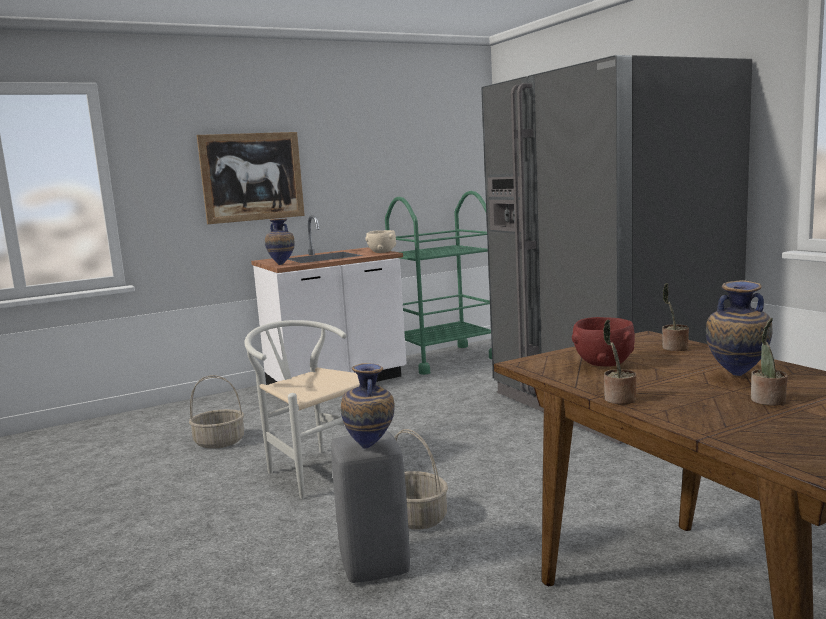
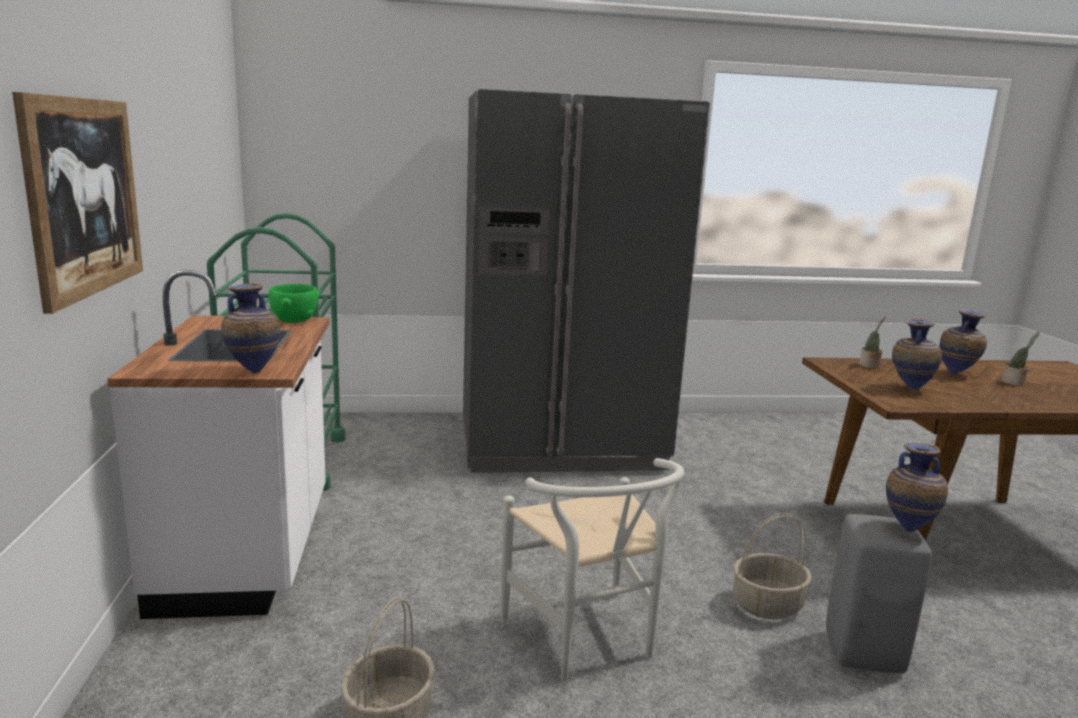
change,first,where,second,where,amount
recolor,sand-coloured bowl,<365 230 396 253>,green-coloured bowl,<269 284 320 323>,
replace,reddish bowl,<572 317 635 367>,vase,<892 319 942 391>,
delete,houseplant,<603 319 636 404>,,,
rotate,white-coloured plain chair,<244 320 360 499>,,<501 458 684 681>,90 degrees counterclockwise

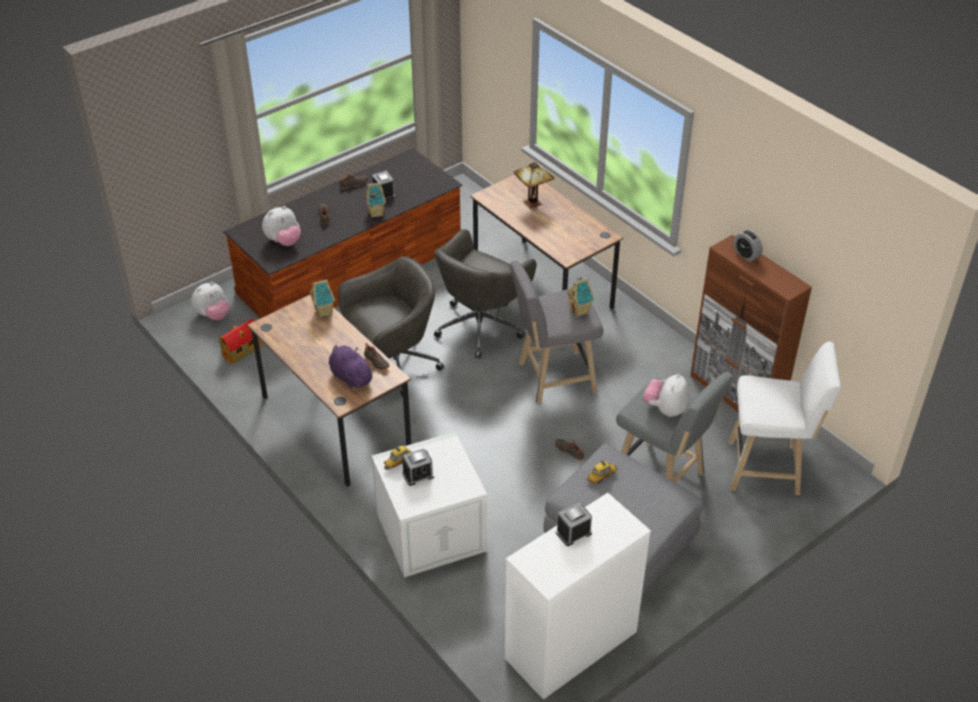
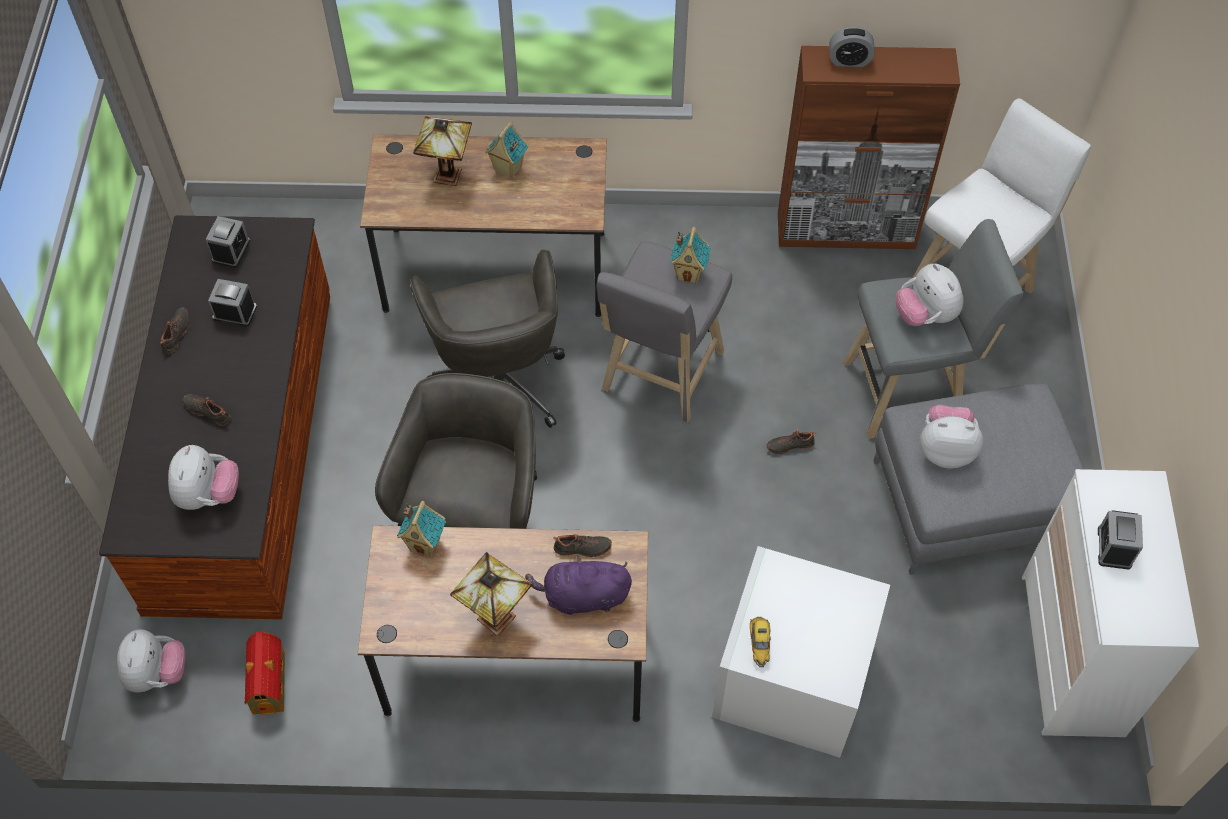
change,first,where,second,where,amount
move,model house,<365 183 386 218>,,<485 121 529 179>,
move,alarm clock,<402 448 434 486>,,<206 216 250 268>,
replace,model car,<587 460 617 485>,cuddly toy,<920 405 983 469>,
insert,,,tabletop lamp,<450 552 532 636>,

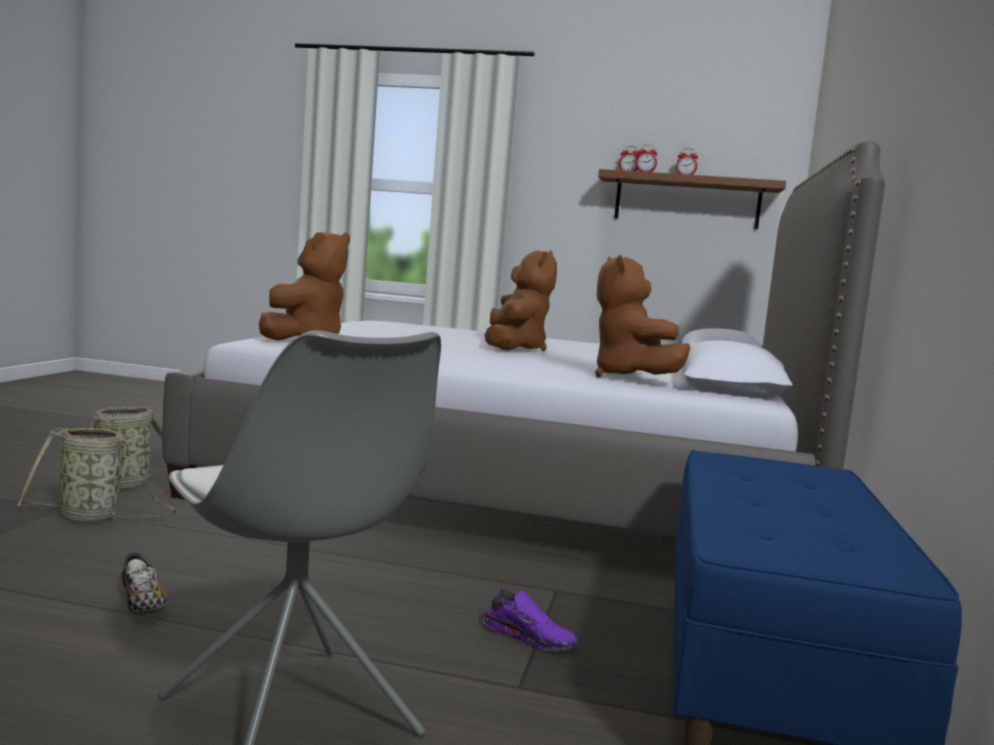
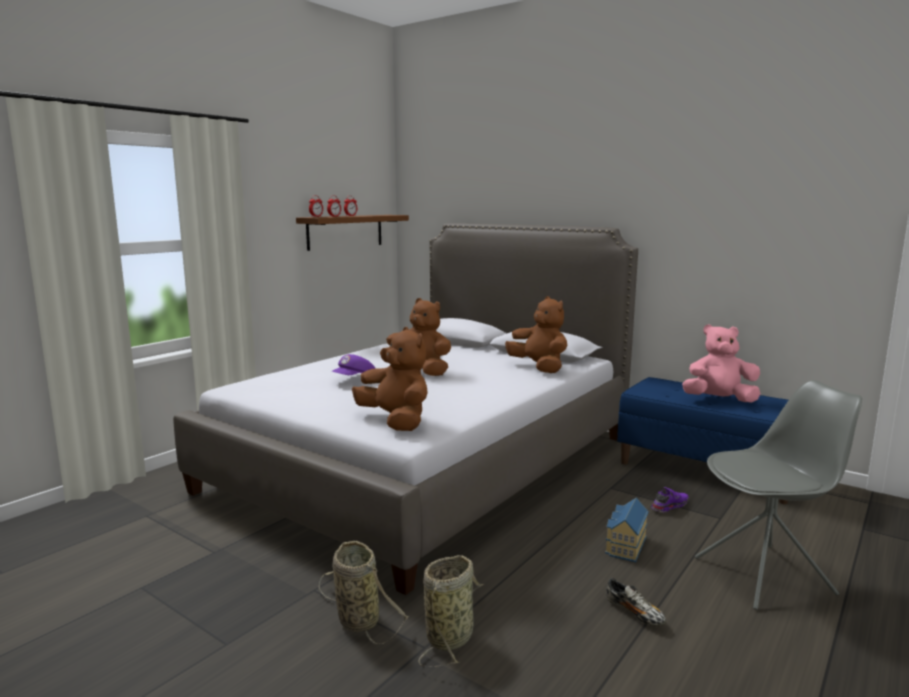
change,first,where,second,where,amount
rotate,brown-coloured cuddly toy,<595 254 690 377>,,<505 296 567 373>,135 degrees counterclockwise
rotate,low shoe,<122 552 167 615>,,<606 578 666 626>,60 degrees clockwise
insert,,,pinkish cuddly toy,<682 324 761 403>,
insert,,,purple baseball cap,<332 354 376 375>,
insert,,,model house,<605 498 649 562>,

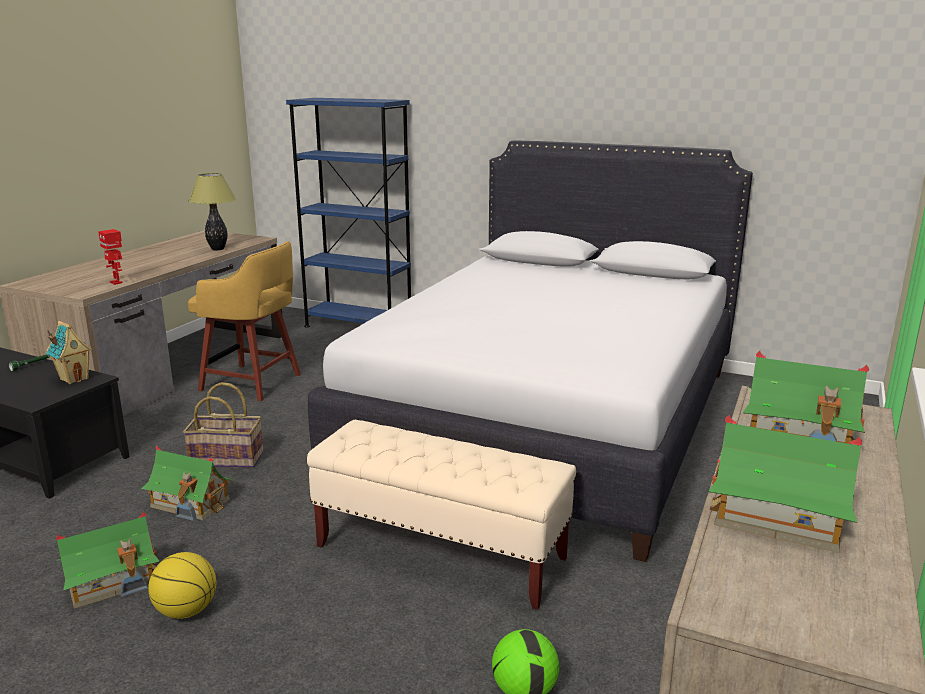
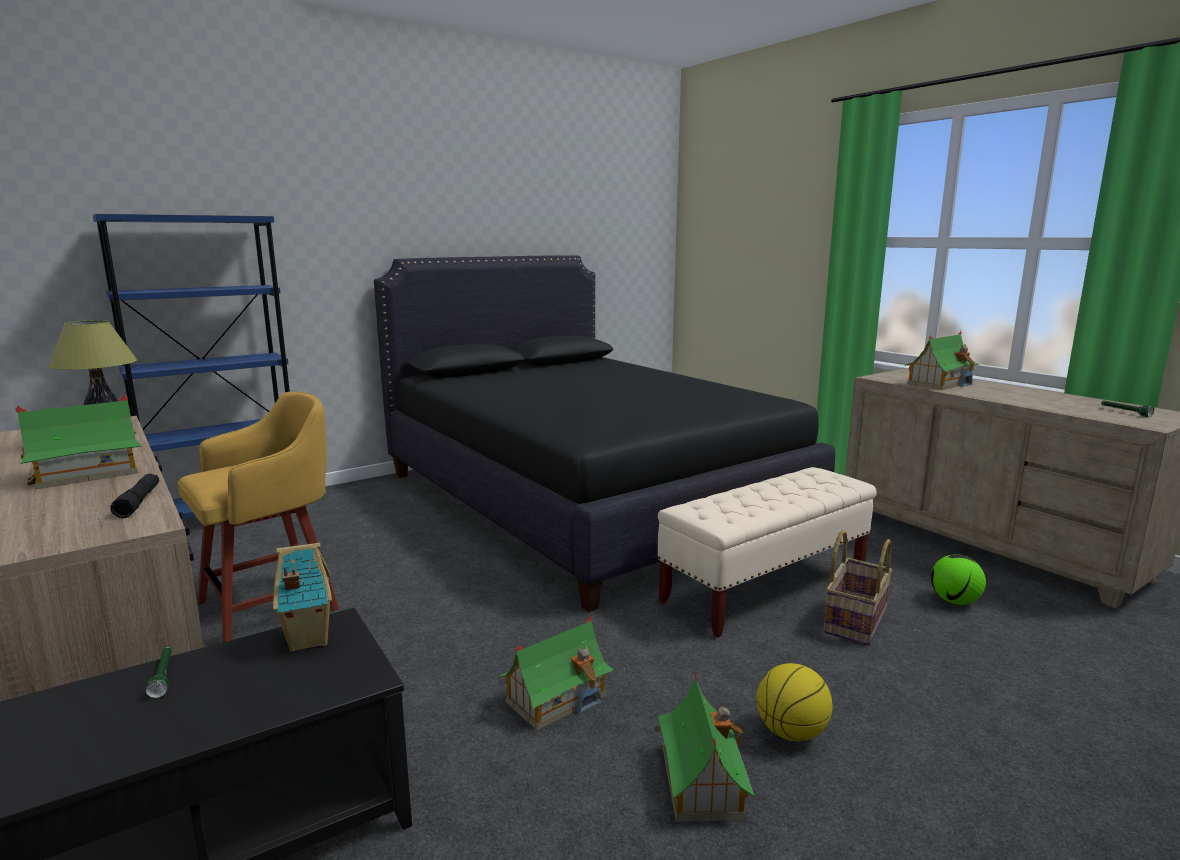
change,first,where,second,where,amount
recolor,white-coloured bedroom bed,<308 140 753 562>,blackish bedroom bed,<374 256 835 612>,
replace,robot figure,<98 229 123 285>,blackish torch,<110 474 159 518>,
move,storage basket,<183 382 263 468>,,<824 530 893 646>,
move,model house,<708 415 862 553>,,<15 395 142 490>,
insert,,,green-coloured torch,<1101 401 1154 417>,

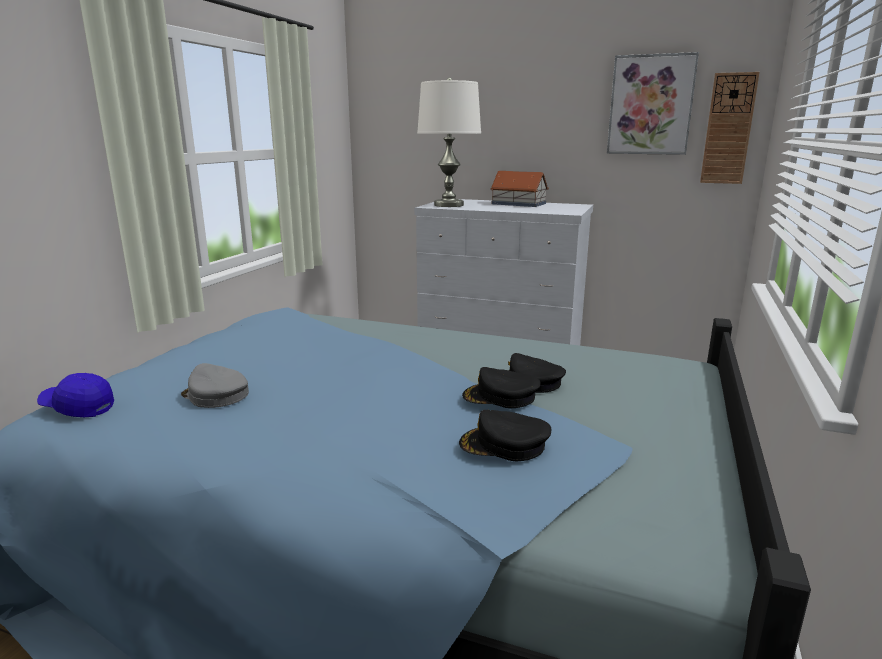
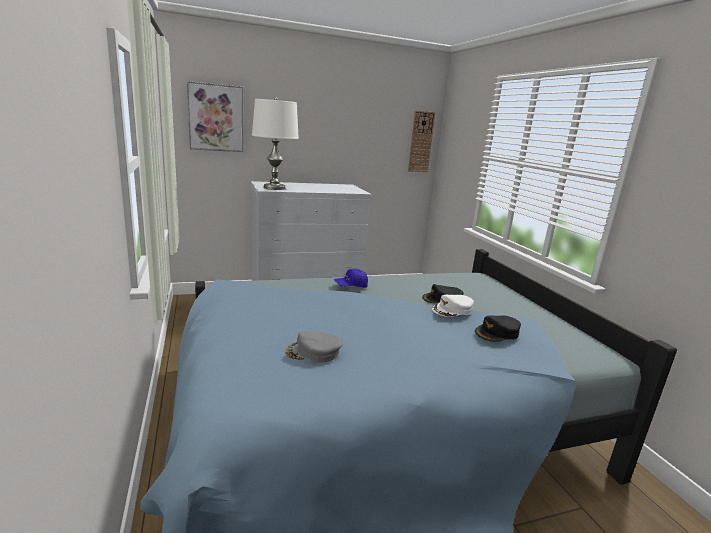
change,first,where,second,where,amount
move,wall picture,<607 52 699 155>,,<187 81 243 152>,
delete,model house,<490 171 549 207>,,,
recolor,blackish baseball cap,<462 367 540 408>,white-coloured baseball cap,<432 295 474 317>,
move,blue-coloured baseball cap,<37 373 114 417>,,<334 269 368 288>,

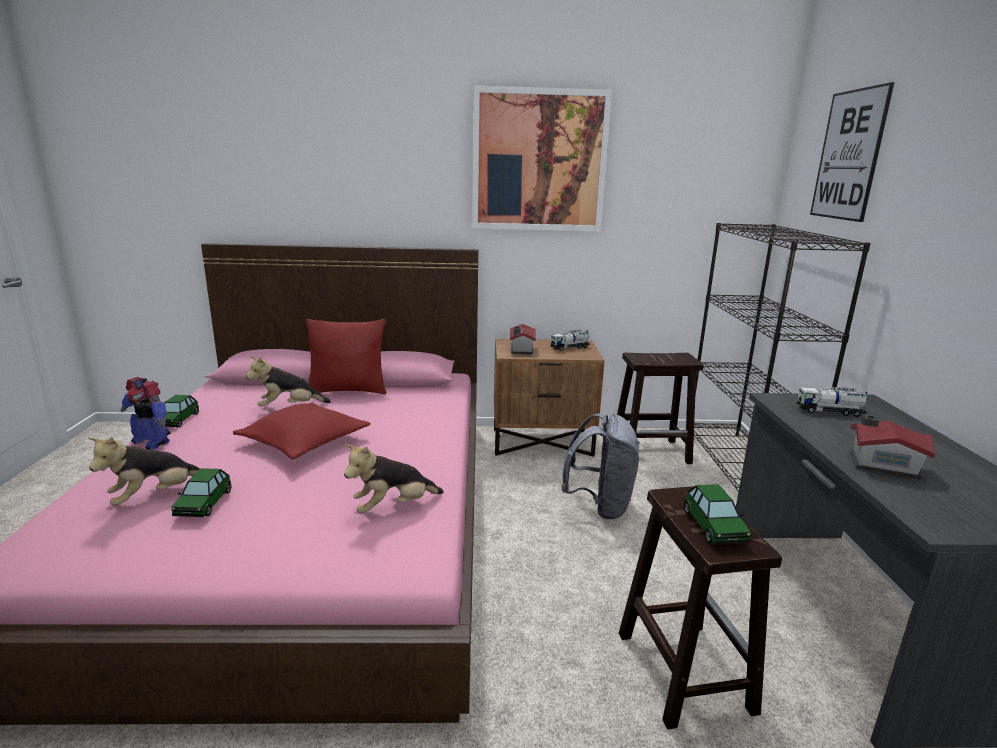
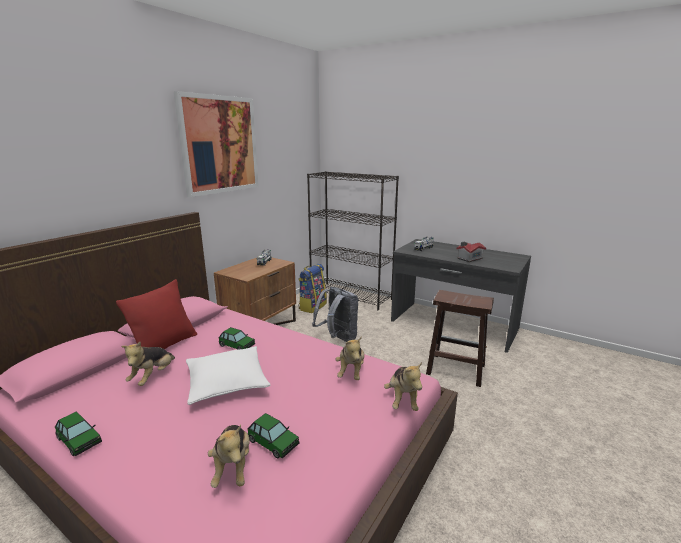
change,first,where,second,where,amount
delete,wall picture,<810 82 894 222>,,,
delete,model house,<510 324 536 354>,,,
replace,brown-coloured stool,<617 353 703 464>,knapsack,<298 264 327 313>,
delete,robot figure,<121 377 170 450>,,,
recolor,reddish cushion,<233 402 371 459>,white-coloured cushion,<186 346 270 405>,
move,model car,<684 484 751 545>,,<219 327 255 350>,
insert,,,cuddly toy,<384 362 422 411>,

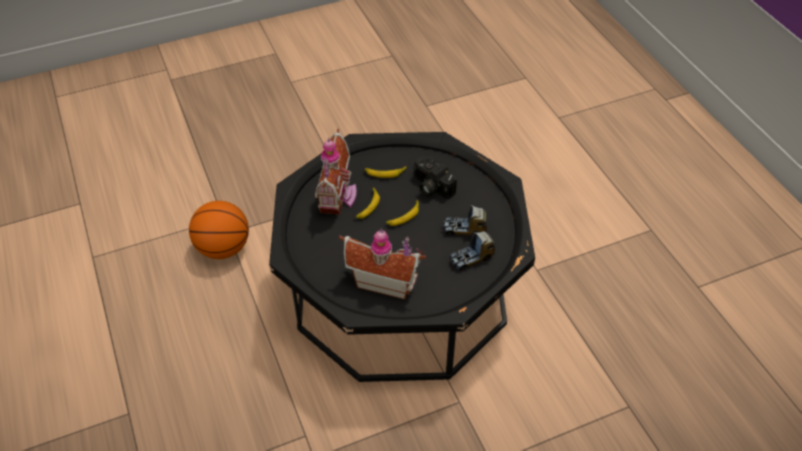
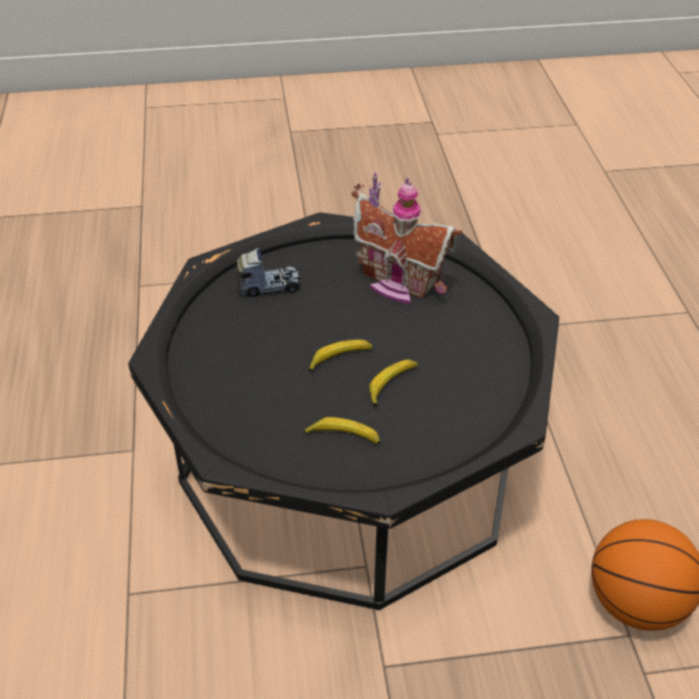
change,first,where,second,where,amount
delete,model house,<315 129 357 214>,,,
delete,photo camera,<413 156 457 199>,,,
delete,model truck,<443 205 487 235>,,,

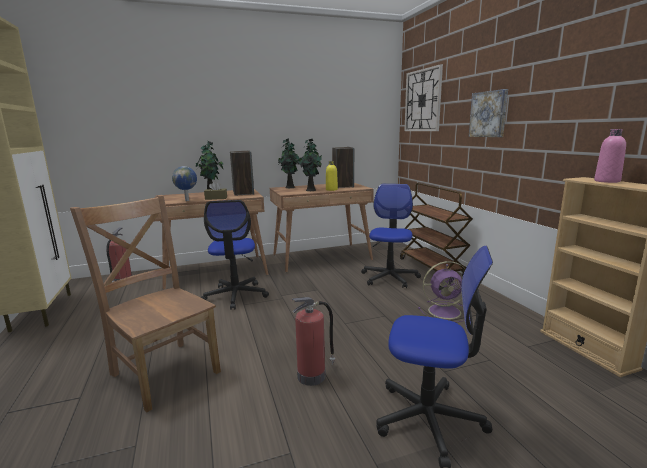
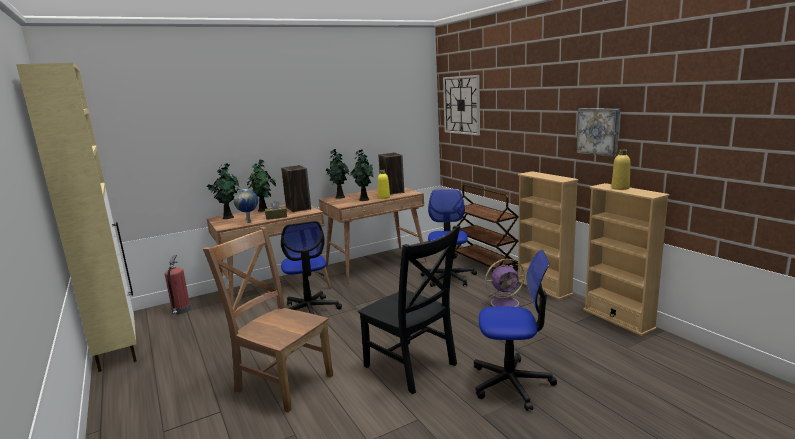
change,first,where,second,where,amount
move,wall picture,<469 89 508 137>,,<576 108 620 157>,
recolor,pinkish drink bottle,<594 129 626 183>,yellowish drink bottle,<611 149 631 190>,
replace,fire extinguisher,<292 297 335 386>,blackish plain chair,<358 226 461 394>,
insert,,,houseplant,<207 163 240 219>,
insert,,,sand-coloured bookshelf,<518 171 579 300>,

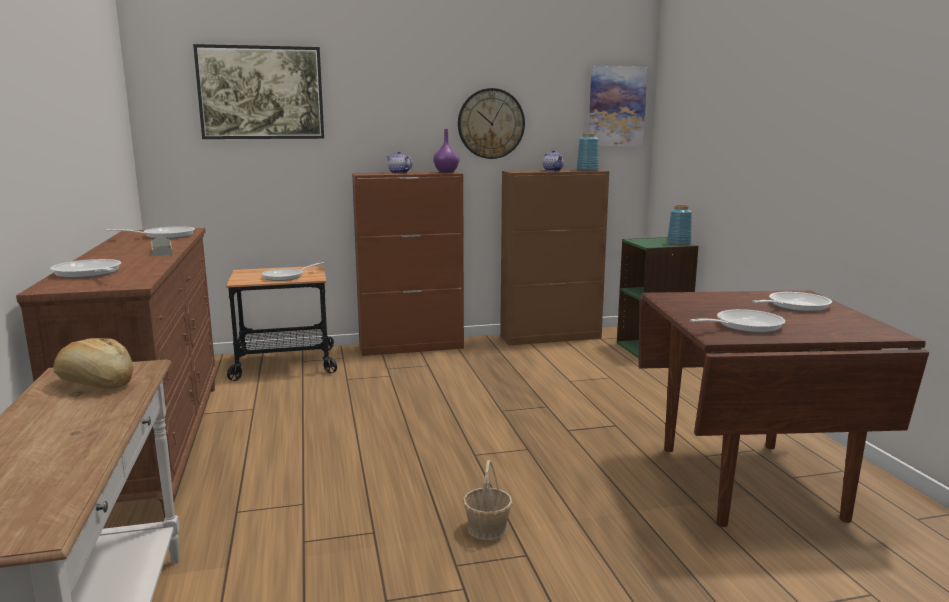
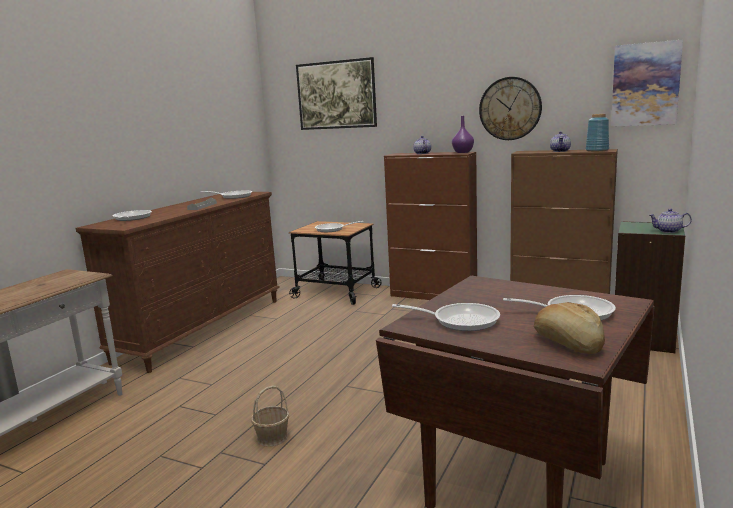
change,first,where,second,where,amount
replace,blue-coloured vase,<667 205 692 245>,pot for tea,<649 208 692 233>,
move,baked bread,<54 338 133 389>,,<534 302 605 354>,

